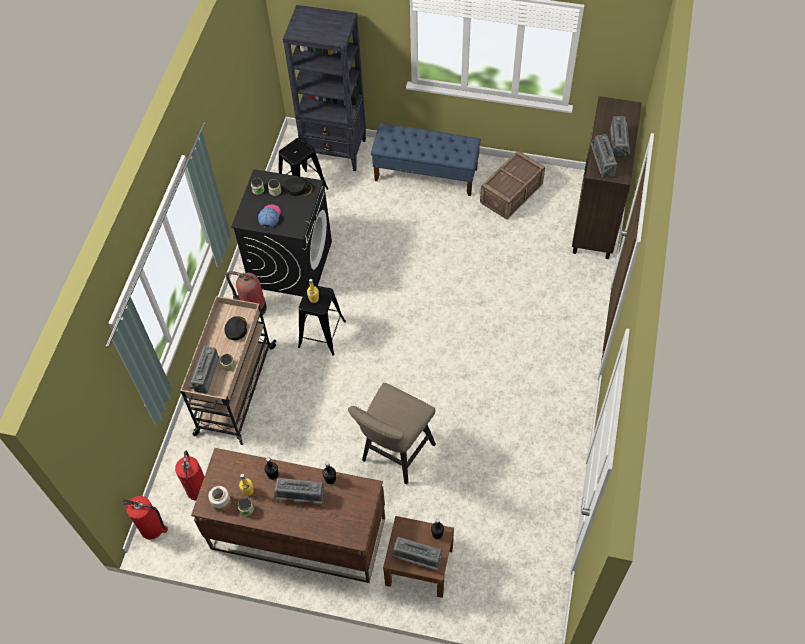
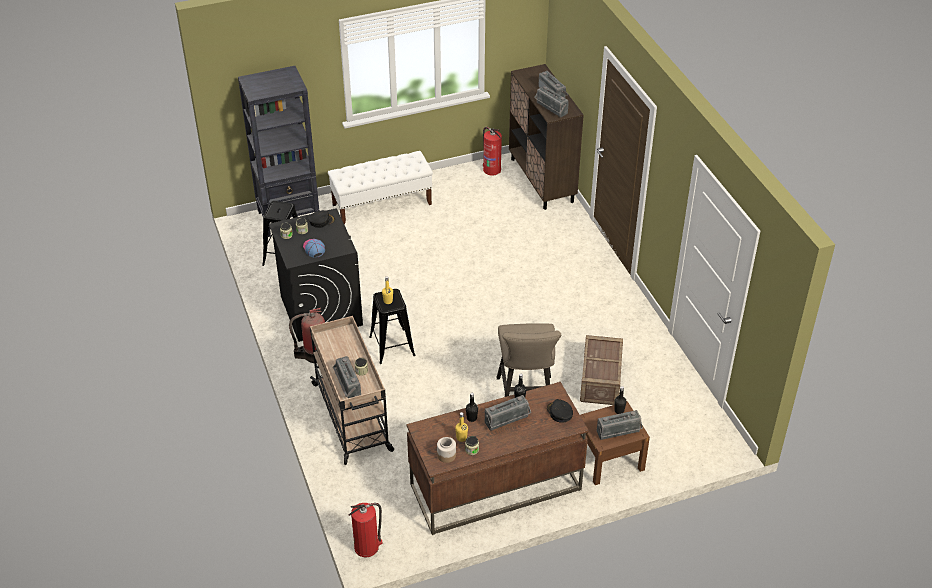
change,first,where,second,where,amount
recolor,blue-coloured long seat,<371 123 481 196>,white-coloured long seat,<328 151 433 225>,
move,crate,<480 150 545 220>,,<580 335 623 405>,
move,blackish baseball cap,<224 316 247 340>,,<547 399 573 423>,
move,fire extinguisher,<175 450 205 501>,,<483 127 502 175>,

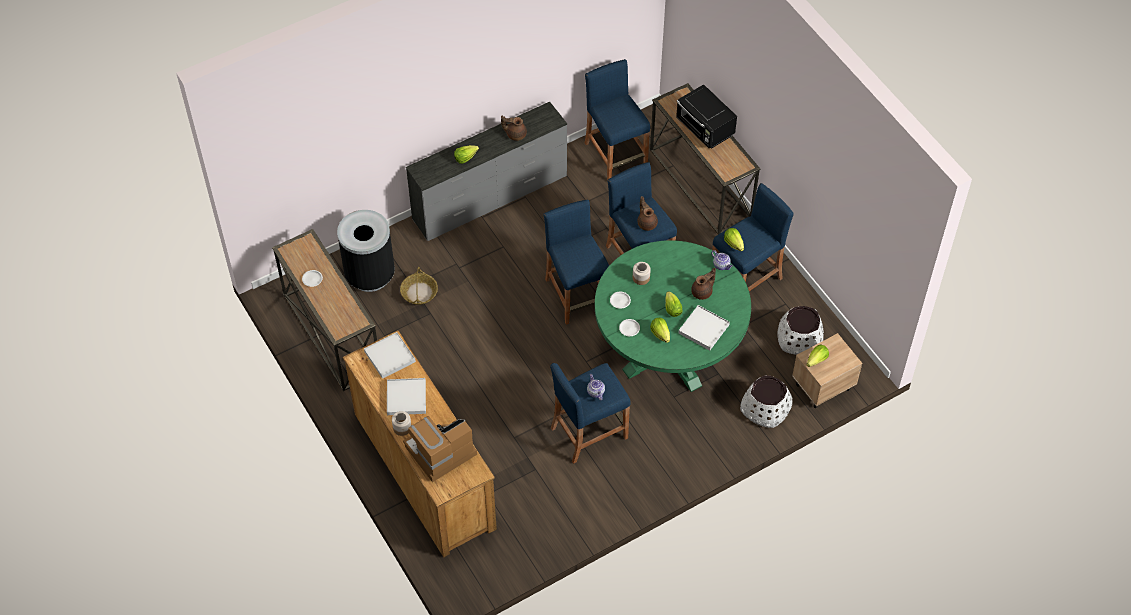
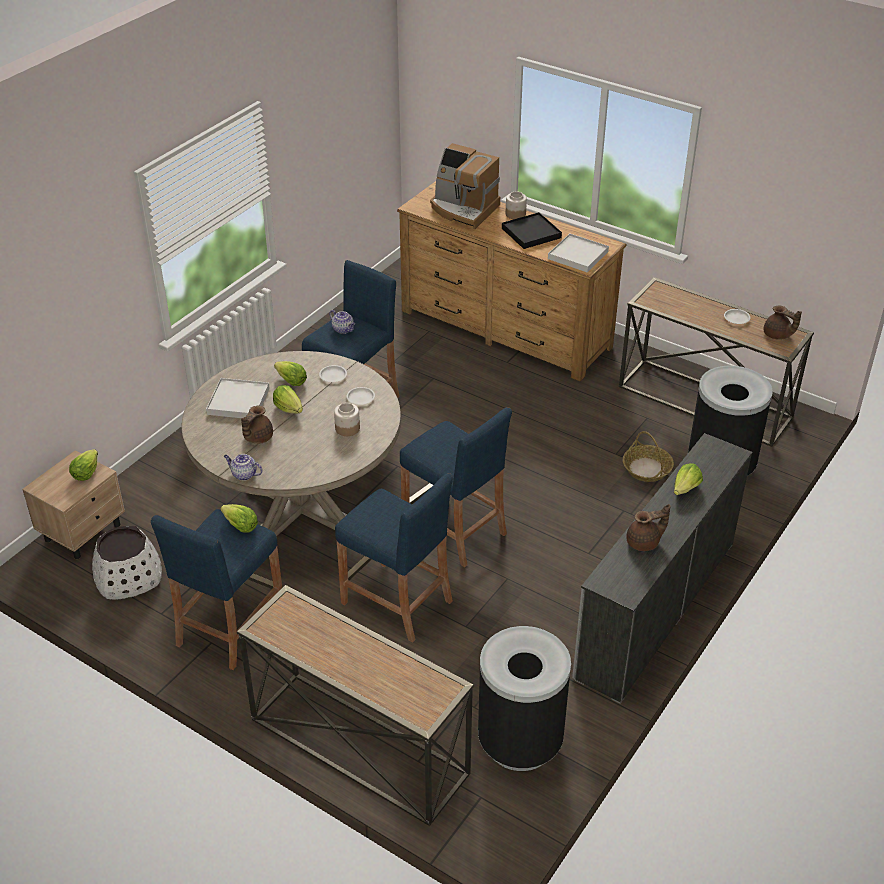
change,first,where,second,where,amount
replace,blue-coloured stool,<585 59 650 181>,blackish trash can,<478 626 571 771>,
delete,blackish microwave oven,<676 84 737 149>,,,
move,brown-coloured pot for tea,<637 196 658 231>,,<763 306 802 340>,
recolor,green-coloured dining table,<595 240 751 392>,sand-coloured dining table,<182 351 401 537>,
delete,white-coloured planter,<740 375 793 428>,,,
recolor,white-coloured tray,<387 378 426 415>,blackish tray,<502 212 562 249>,
rotate,coffee maker,<403 416 477 482>,,<430 143 500 229>,90 degrees clockwise

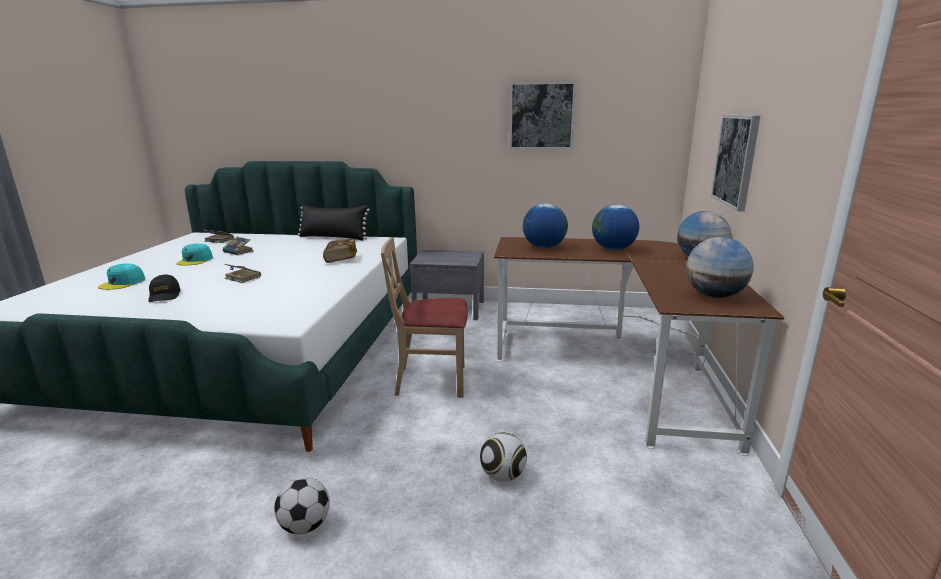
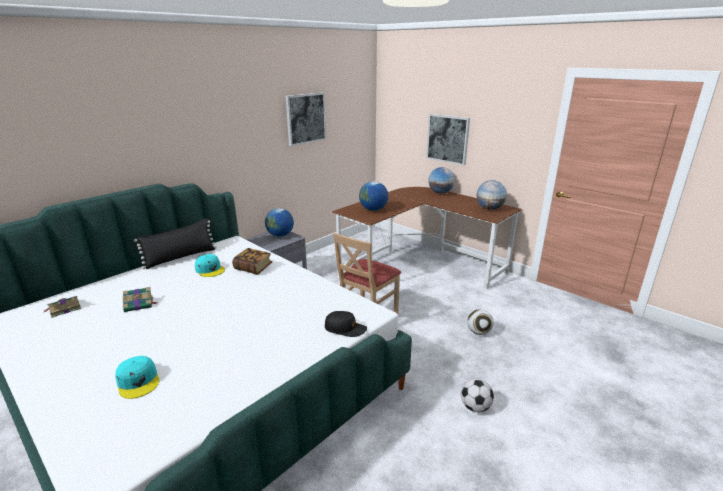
change,first,where,second,where,amount
move,world globe,<592 204 639 250>,,<265 208 294 237>,
move,blue-green baseball cap,<176 243 213 266>,,<195 254 225 277>,
delete,volume,<224 264 261 283>,,,
move,blackish baseball cap,<148 275 181 302>,,<325 311 367 337>,

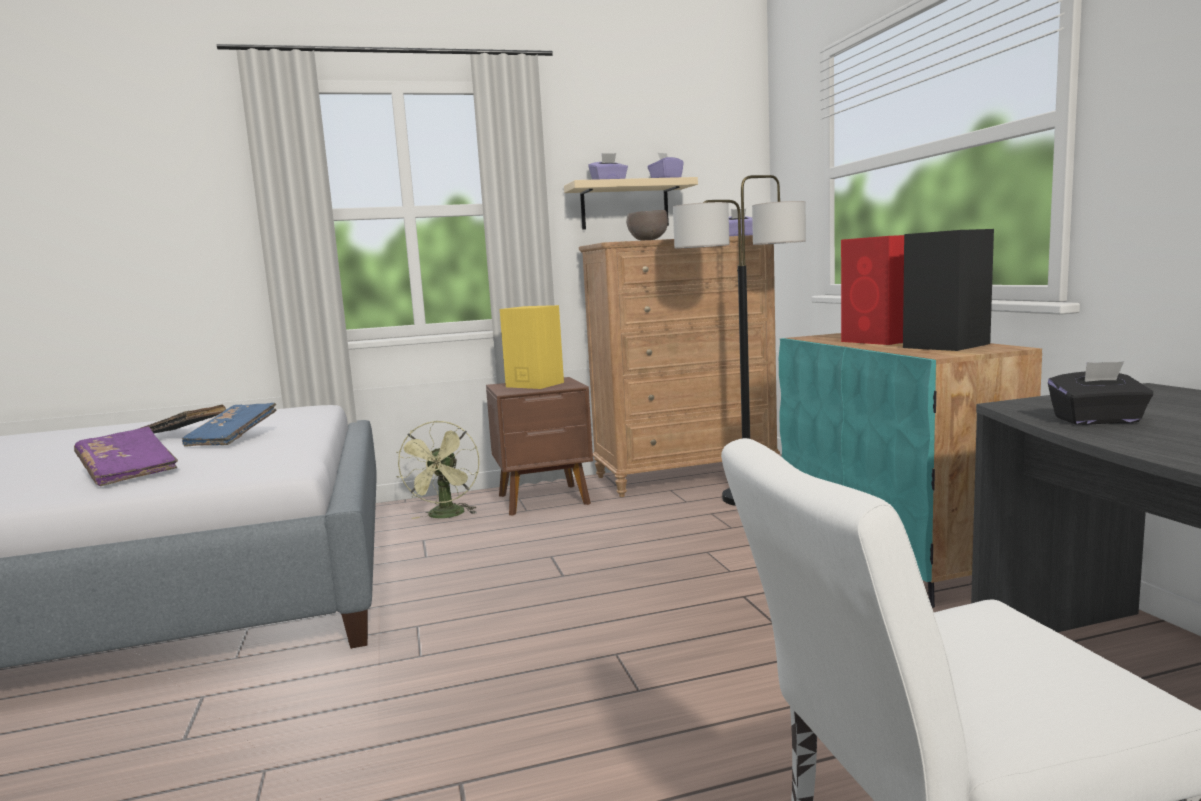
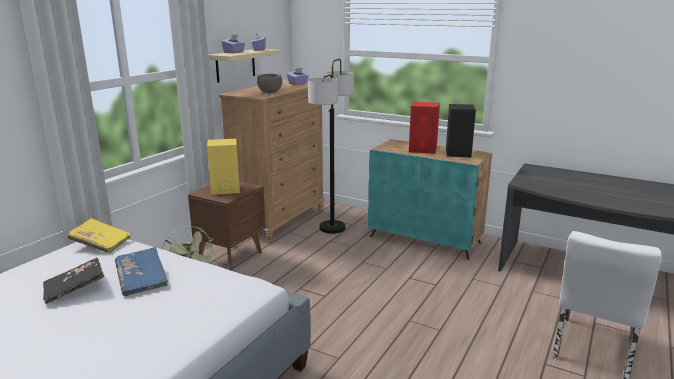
change,first,where,second,where,amount
delete,blackish tissue holder,<1048 361 1153 425>,,,
delete,purple volume,<74 426 178 487>,,,
insert,,,yellowish volume,<68 218 131 253>,

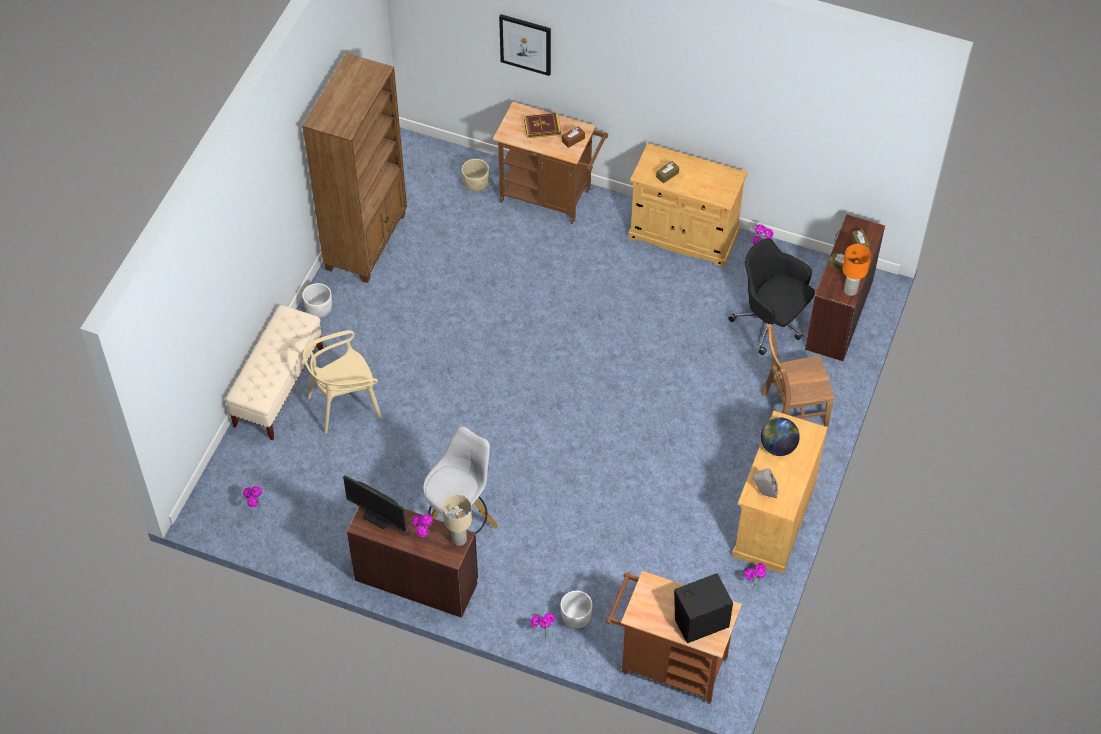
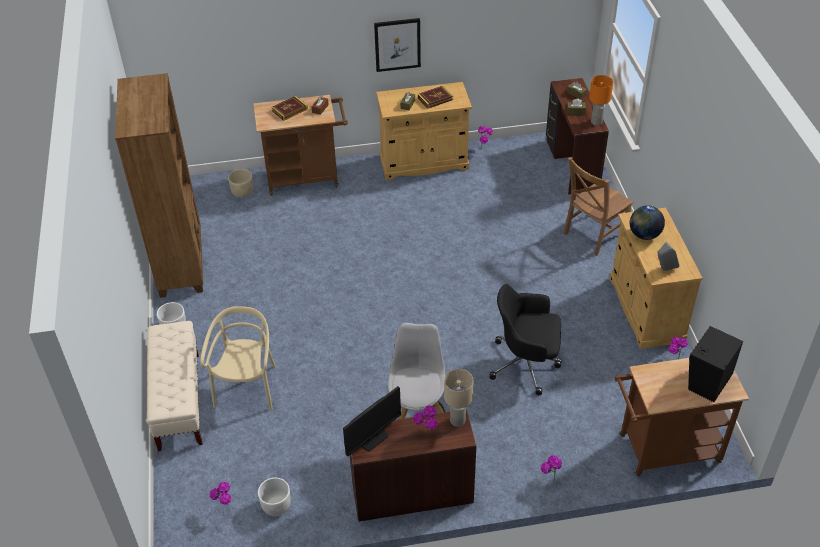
change,first,where,second,where,amount
move,wall picture,<499 14 551 76>,,<374 18 421 72>,
move,blackish office chair,<728 238 815 355>,,<489 284 562 395>,
rotate,sand-coloured plain chair,<303 330 382 434>,,<200 306 276 411>,150 degrees clockwise
rotate,computer screen,<343 475 406 531>,,<343 386 401 457>,45 degrees counterclockwise
move,white-coloured planter,<561 591 592 628>,,<258 478 291 516>,
insert,,,volume,<418 86 453 109>,

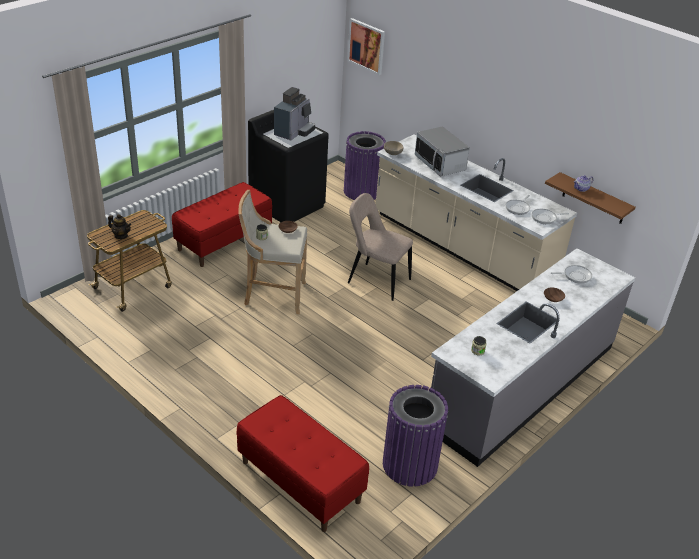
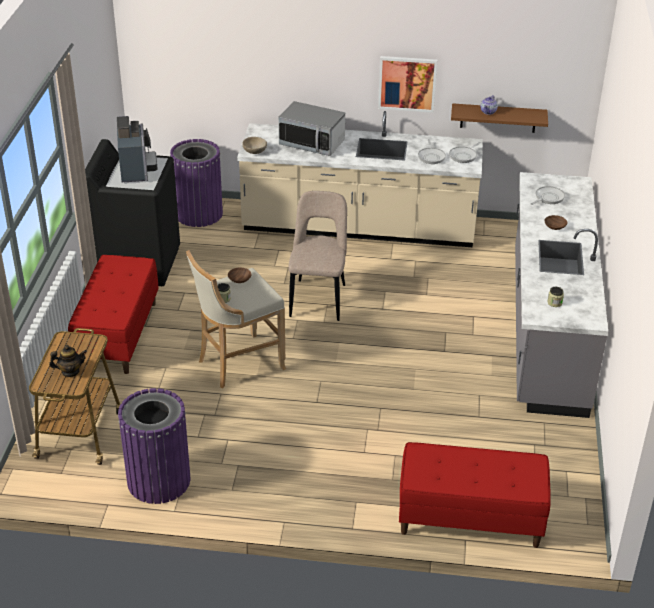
change,first,where,second,where,amount
move,wall picture,<347 18 385 75>,,<378 56 437 113>,
rotate,sand-coloured plain chair,<348 193 413 301>,,<288 191 347 321>,105 degrees clockwise
move,purple trash can,<383 385 448 487>,,<118 388 190 504>,

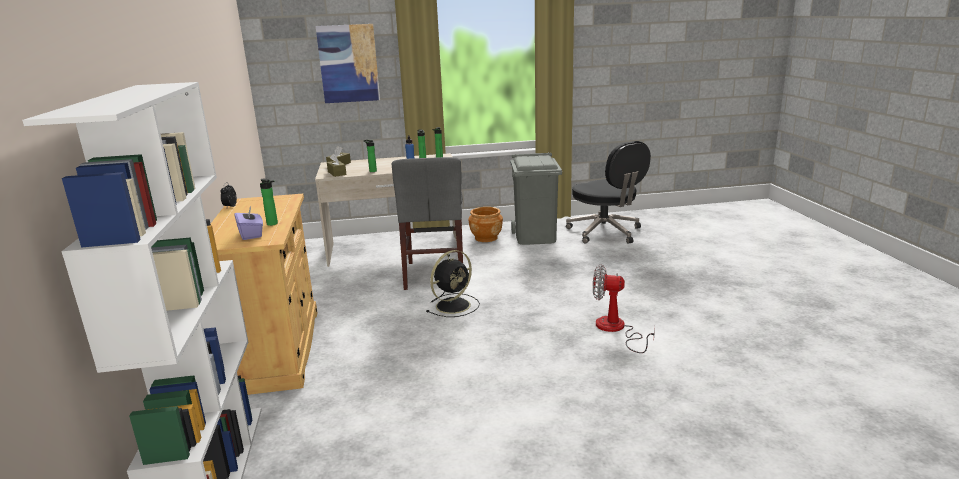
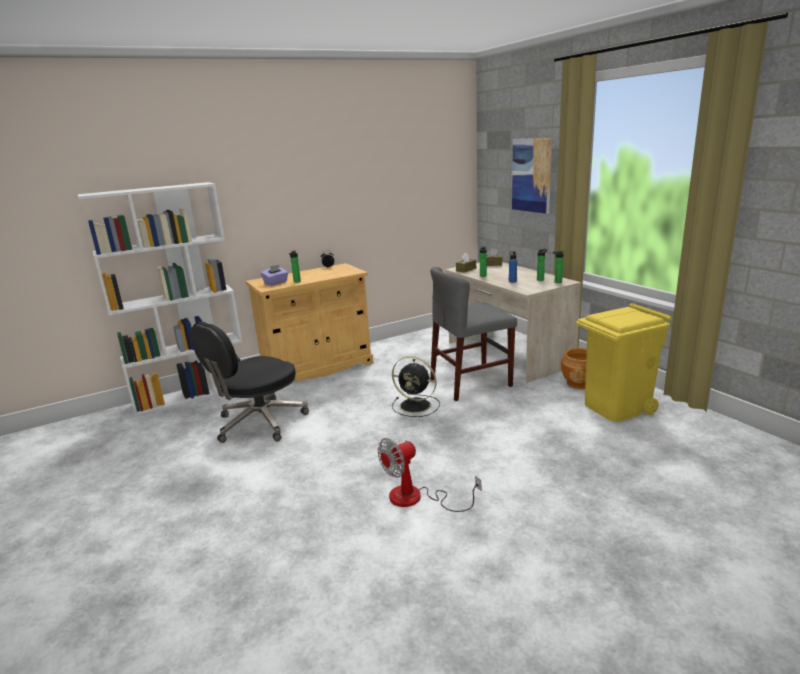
change,first,where,second,where,amount
move,blackish office chair,<566 141 651 244>,,<190 322 309 443>,
recolor,grey trash can,<510 152 562 245>,yellowish trash can,<576 304 672 422>,
rotate,cooling fan,<593 264 655 353>,,<378 438 481 512>,120 degrees counterclockwise

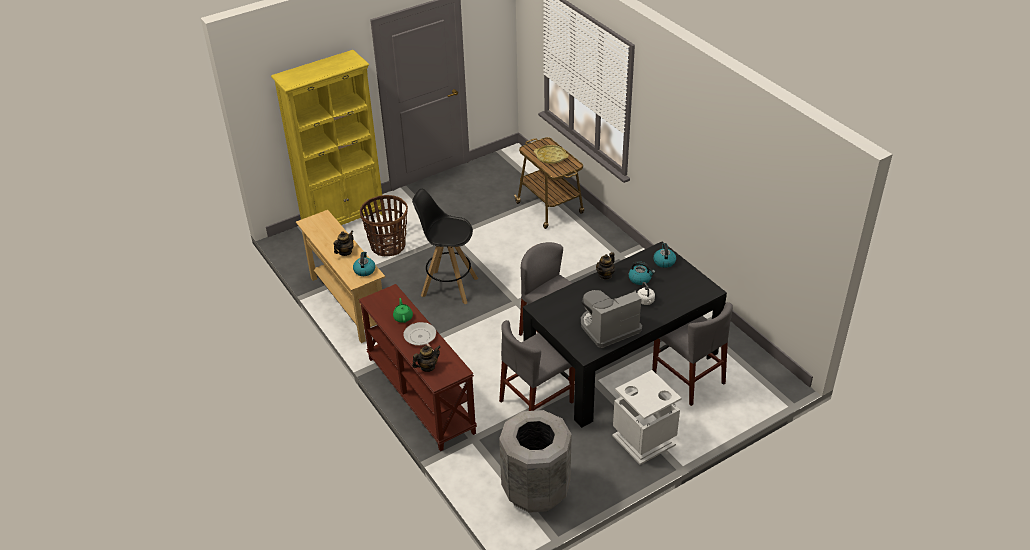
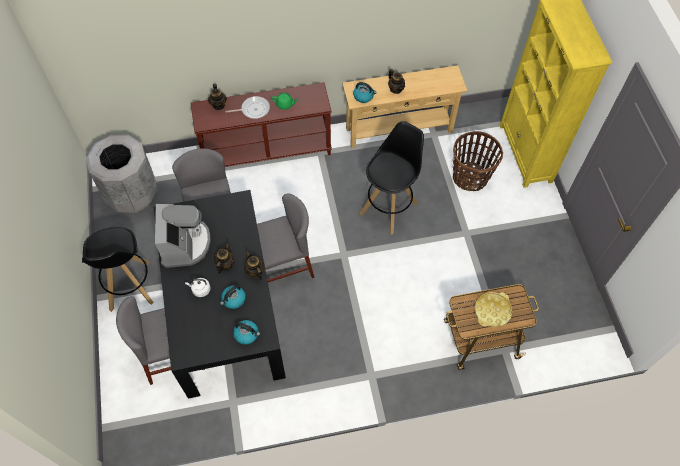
change,first,where,second,where,amount
replace,white-coloured trash can,<612 370 682 465>,blackish stool,<82 227 154 312>,
insert,,,pot for tea,<214 242 235 274>,

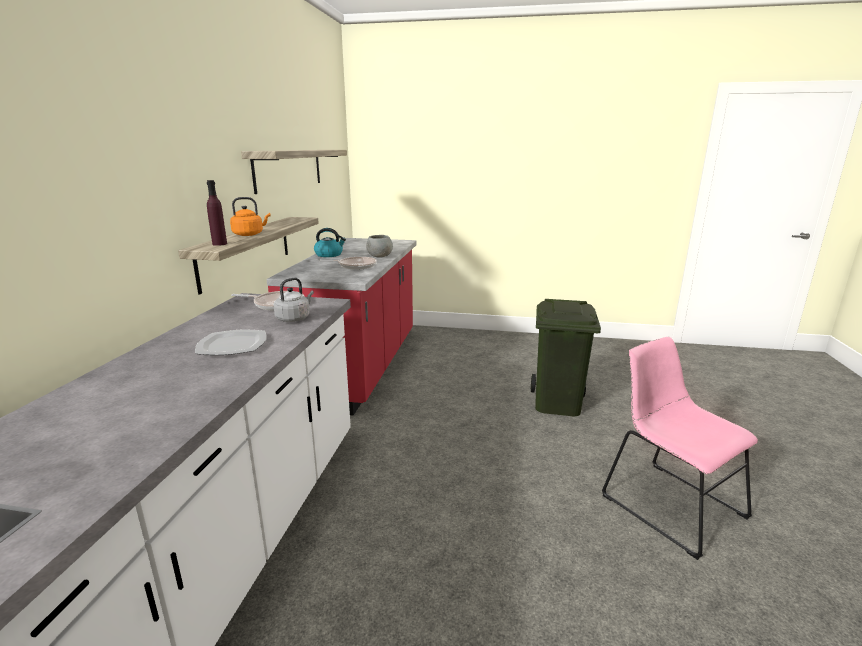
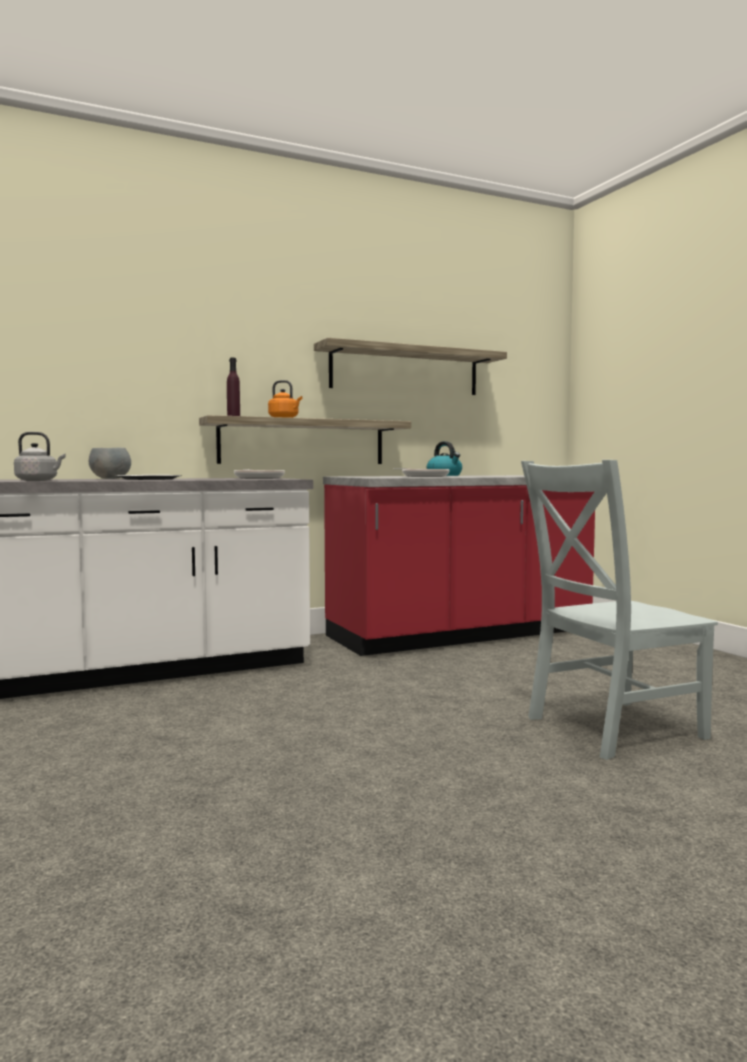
change,first,where,second,where,amount
move,grey bowl,<366 235 393 258>,,<89 448 131 479>,
move,grey tea kettle,<274 277 314 322>,,<14 432 66 481>,
replace,green-coloured trash can,<531 299 601 416>,grey plain chair,<521 460 718 760>,
delete,pinkish plain chair,<602 337 758 560>,,,

